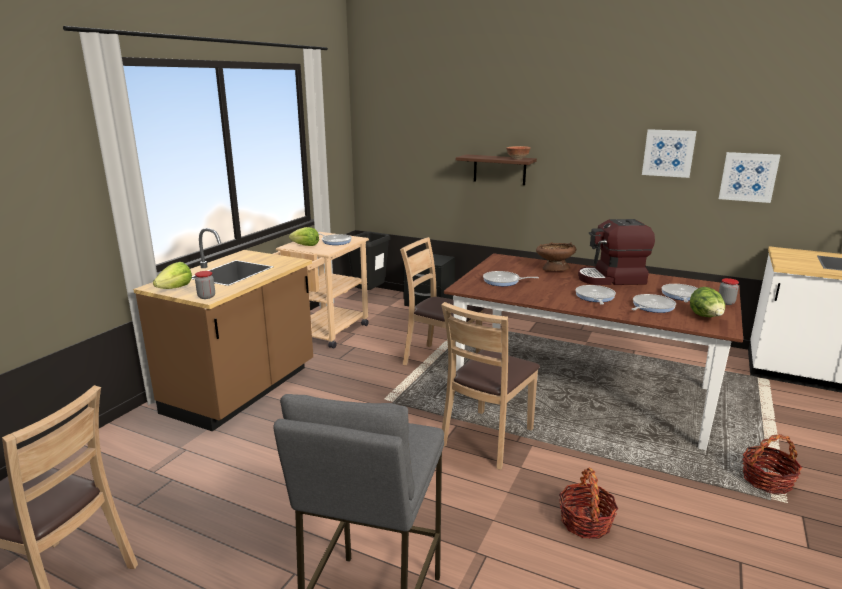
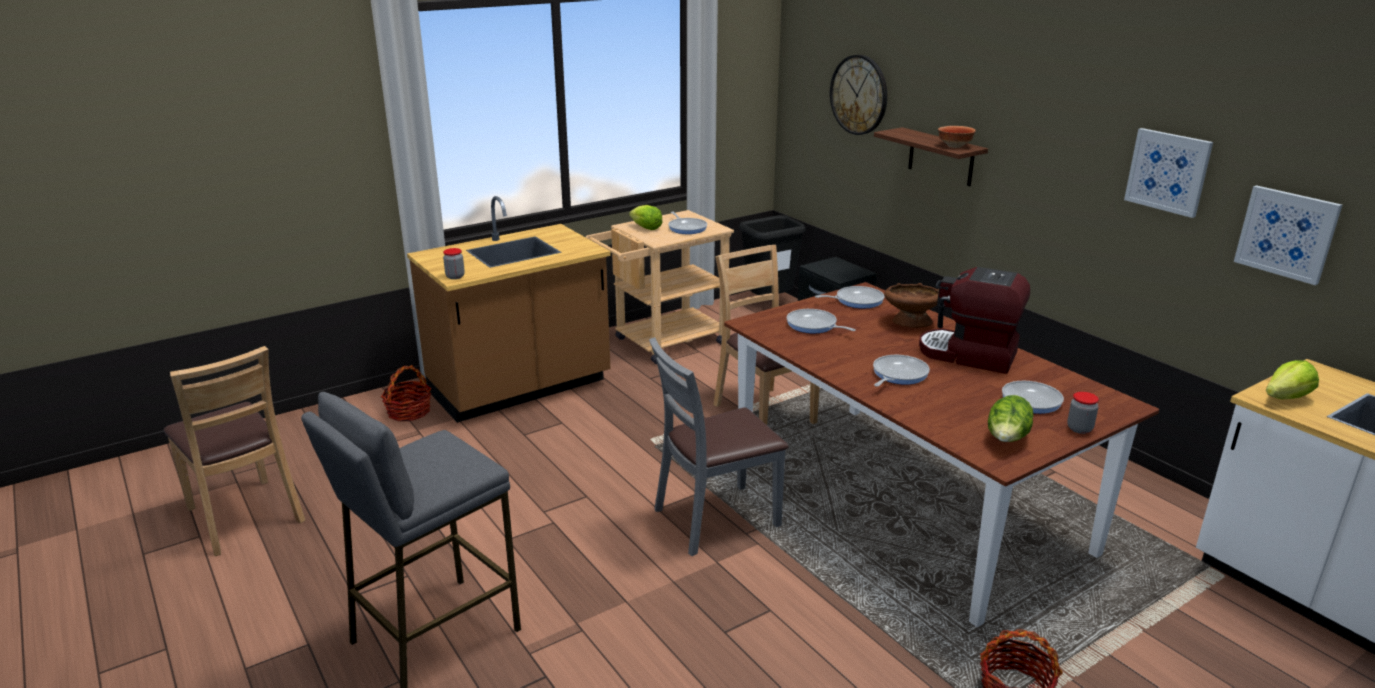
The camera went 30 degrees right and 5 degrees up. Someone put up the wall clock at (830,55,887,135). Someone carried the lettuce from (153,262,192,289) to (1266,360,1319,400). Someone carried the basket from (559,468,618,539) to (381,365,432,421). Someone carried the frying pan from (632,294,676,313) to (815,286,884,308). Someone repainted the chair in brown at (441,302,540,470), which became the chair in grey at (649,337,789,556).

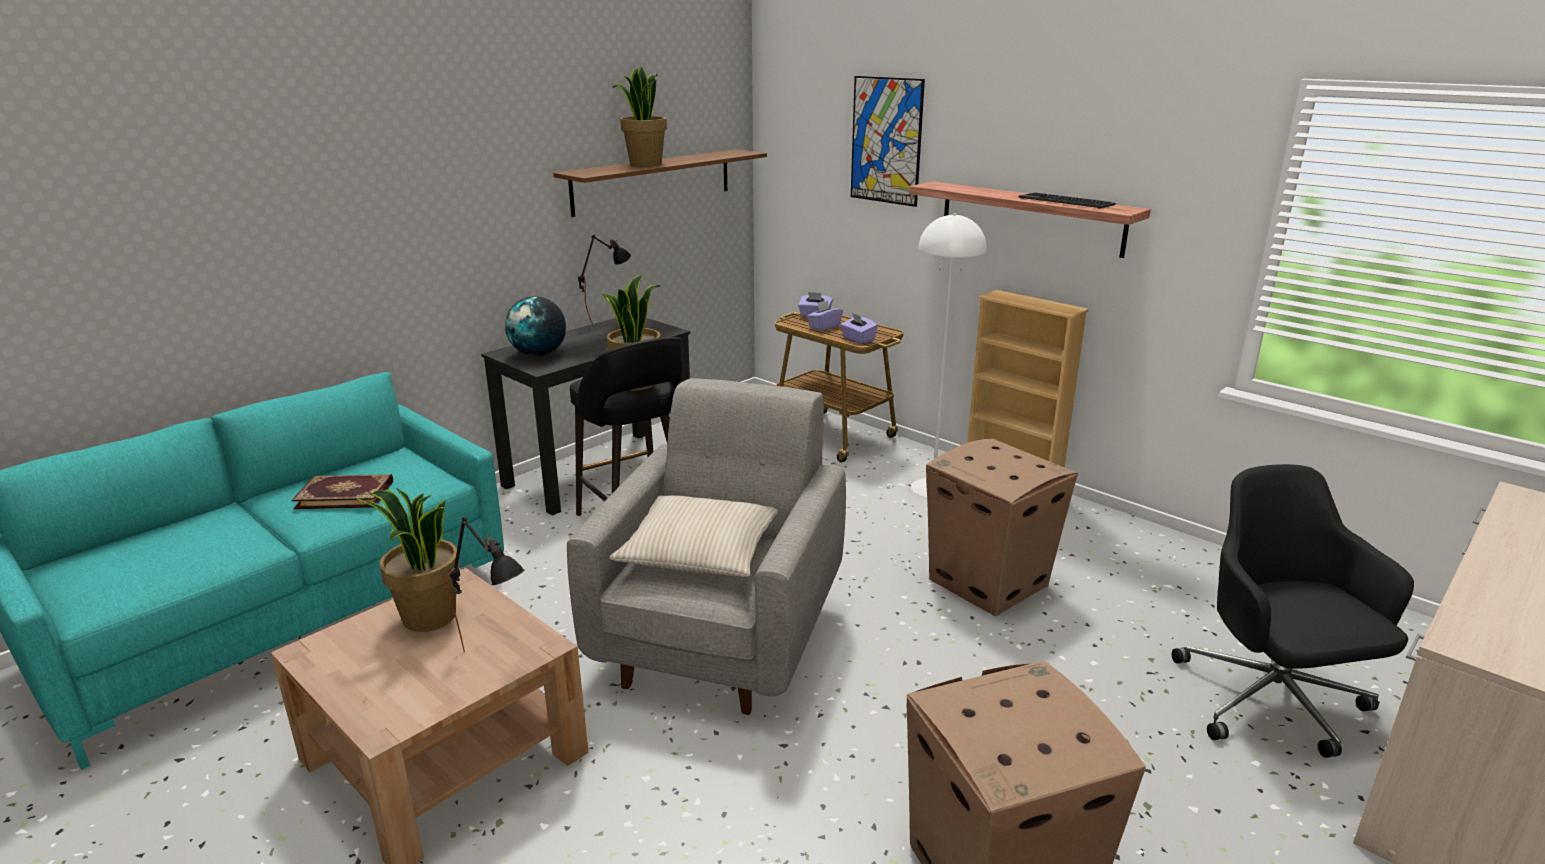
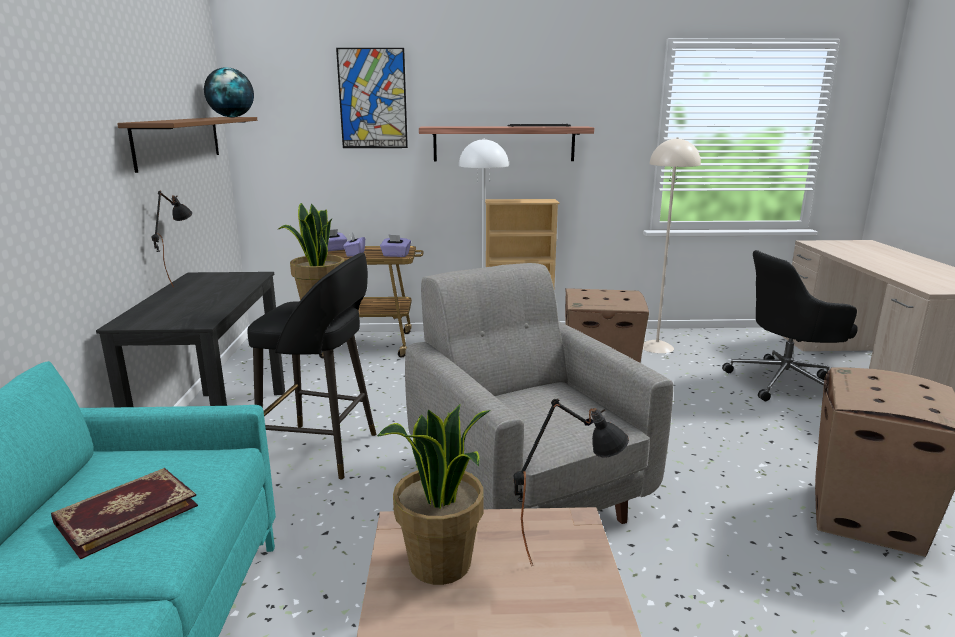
The camera went 45 degrees left and 5 degrees down. Someone took away the pillow in beige at (609,495,778,577). Someone took away the potted plant at (612,67,667,167). Someone put down the floor lamp in beige at (643,137,701,353). Someone carried the globe from (505,296,566,356) to (204,67,254,117). Someone rotated the office chair in black at (1172,464,1414,758) by 45 degrees counterclockwise.

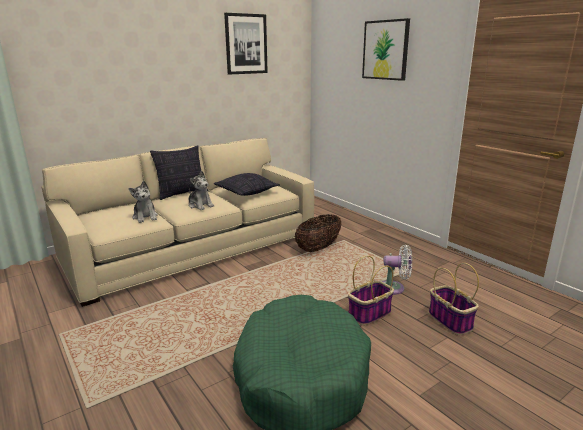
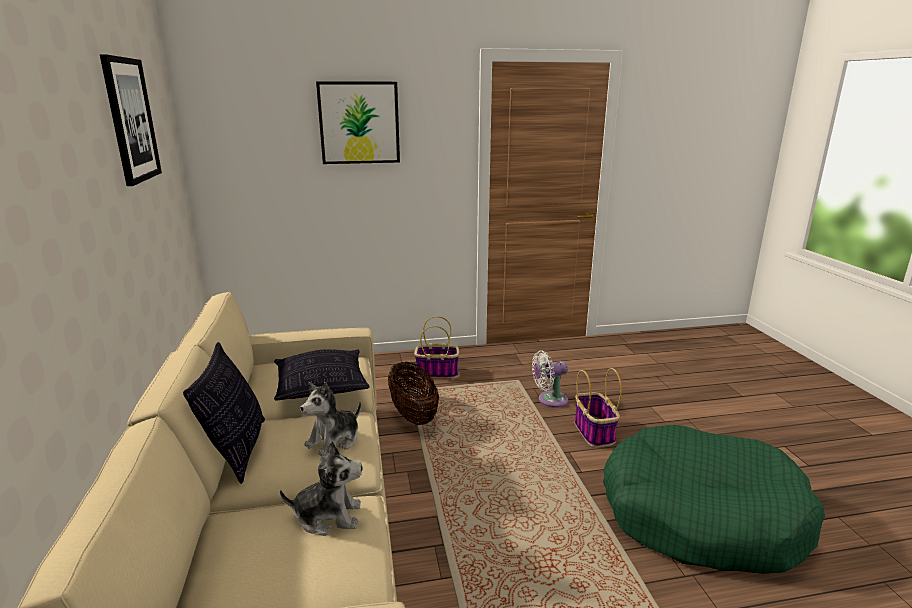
The camera went 65 degrees left and 0 degrees up. Someone carried the basket from (429,263,479,335) to (414,316,459,379). Someone rotated the plush toy at (188,171,214,210) by 150 degrees clockwise. Someone rotated the fan in white at (382,245,412,295) by 135 degrees counterclockwise.

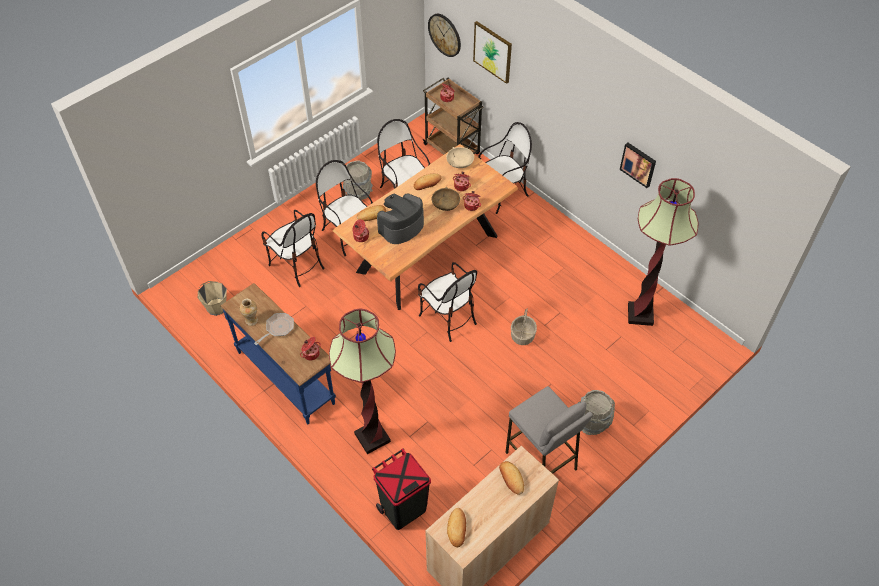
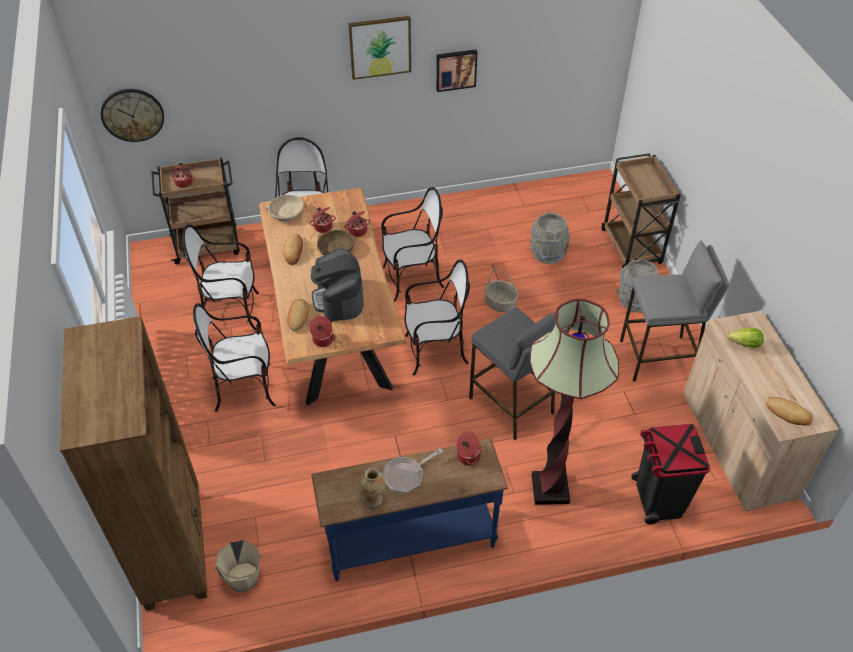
The camera went 60 degrees left and 5 degrees down. Someone took away the floor lamp at (628,178,699,326). Someone put down the bookcase in brown at (60,316,207,611). Someone put down the stool in grey at (469,308,570,440). Someone put down the cart in brown at (601,153,681,268). Someone carried the chair from (262,210,325,287) to (381,187,444,301). Someone carried the bucket in grey from (343,160,373,201) to (529,212,570,264). Someone carried the picture from (473,21,512,84) to (348,16,411,80). Someone swapped the bread at (499,461,524,495) for the lettuce at (728,328,764,348). Someone rotated the frying pan at (254,313,294,345) by 105 degrees counterclockwise.

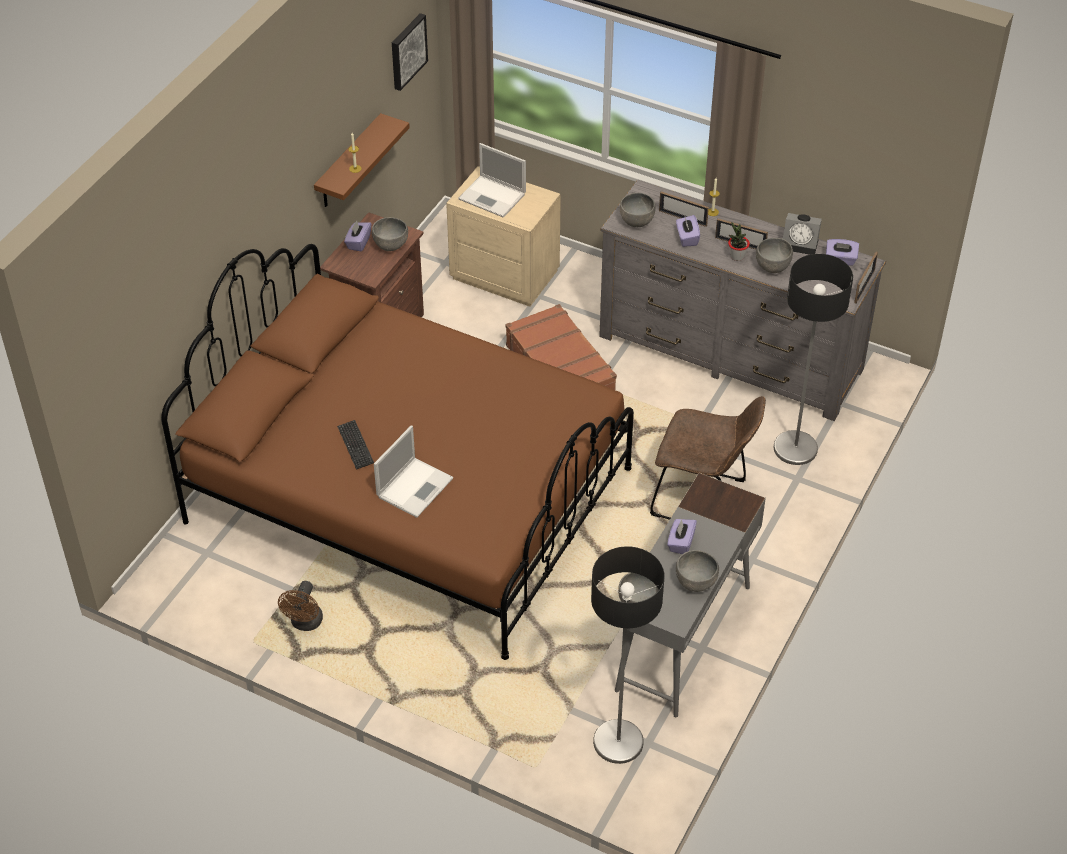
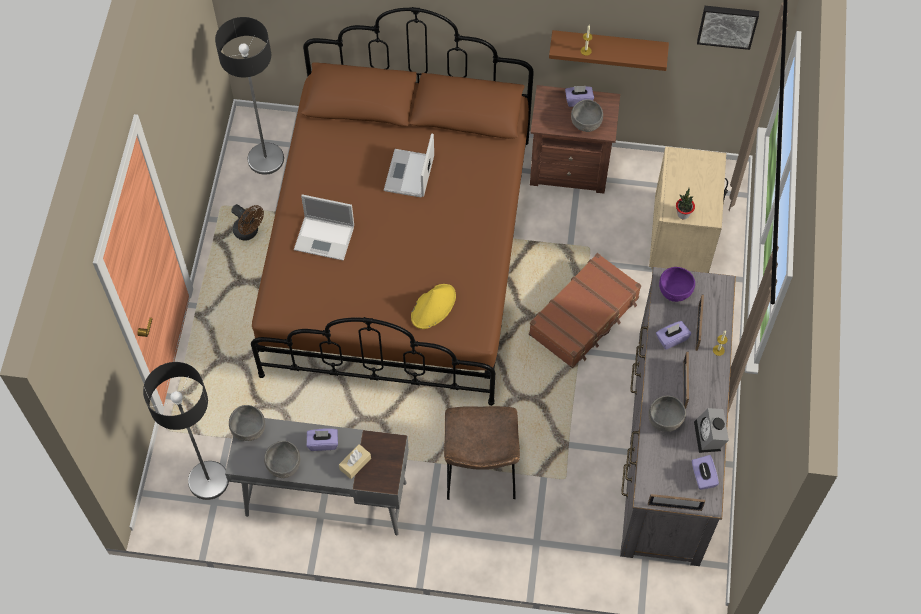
The camera went 70 degrees right and 15 degrees up. Someone took away the keyboard at (337,420,374,470). Someone put down the tissue box in beige at (339,444,371,479). Someone put down the hat in yellow at (411,284,456,329). Someone carried the laptop from (458,143,526,218) to (384,133,434,198). Someone carried the potted plant from (728,223,750,261) to (676,188,695,219). Someone carried the floor lamp from (774,254,853,465) to (215,17,284,175). Someone repainted the bowl in grey at (620,193,656,227), which became the bowl in purple at (659,267,695,302). Someone rotated the fan in brown at (278,581,323,631) by 135 degrees counterclockwise.

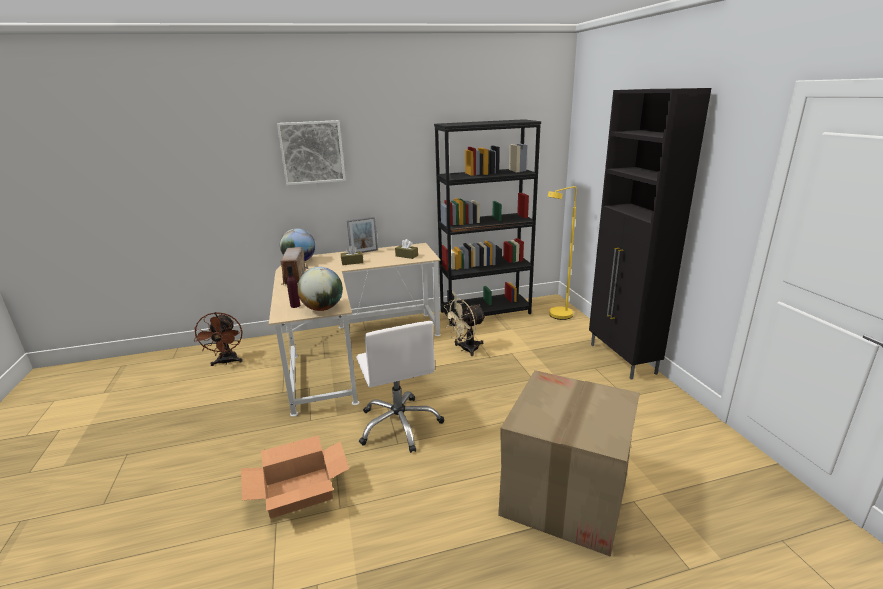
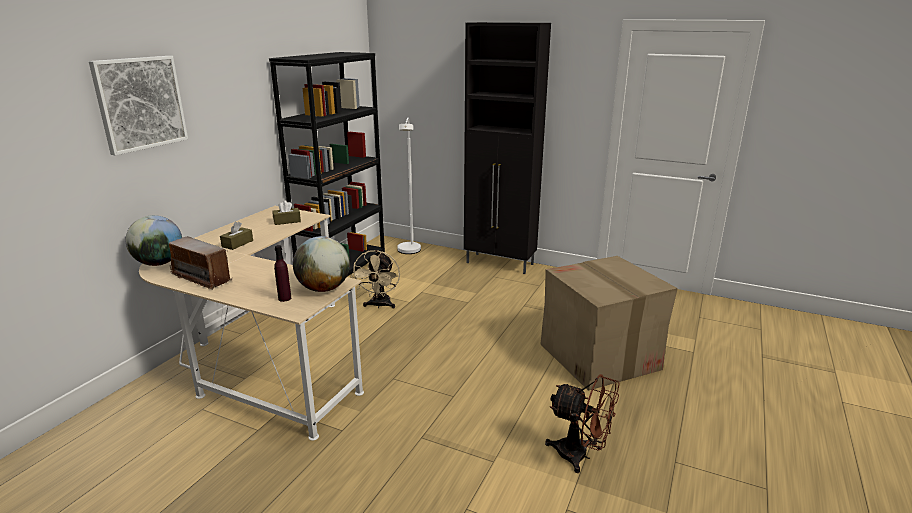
The camera went 50 degrees left and 0 degrees up. Someone took away the cardboard box at (241,436,349,518). Someone took away the picture frame at (347,217,378,253). Someone took away the office chair in white at (356,321,444,453). Someone carried the fan in brown from (194,312,243,366) to (545,374,619,473). Someone repainted the floor lamp in yellow at (548,186,577,320), which became the floor lamp in white at (397,118,421,254).

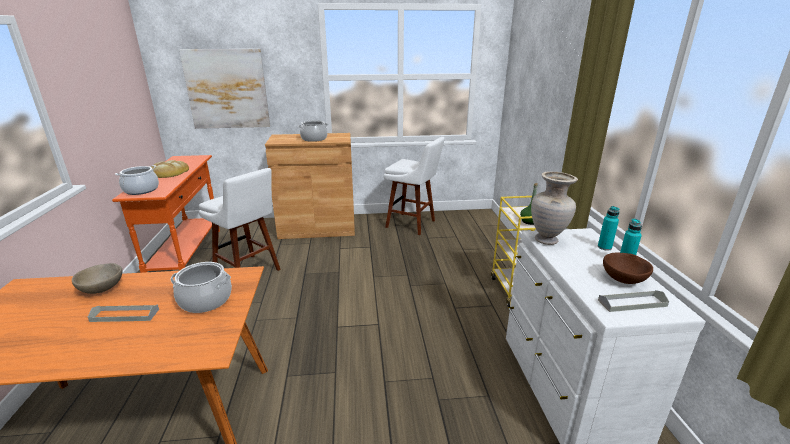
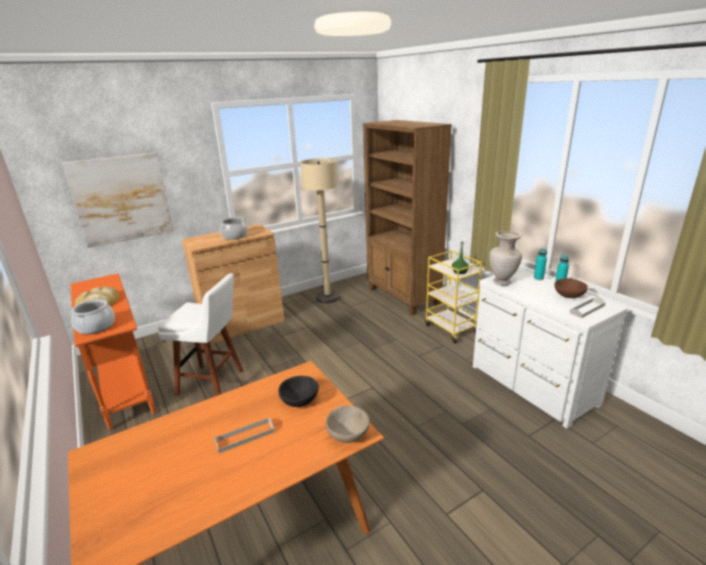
The camera went 25 degrees left and 0 degrees up. Someone put down the bookcase in brown at (363,120,452,315). Someone carried the bowl in beige from (72,263,123,294) to (326,406,370,443). Someone swapped the cooking pot at (170,262,232,313) for the bowl in black at (279,376,319,407). Someone swapped the stool in white at (384,137,445,235) for the floor lamp in beige at (300,158,340,303).

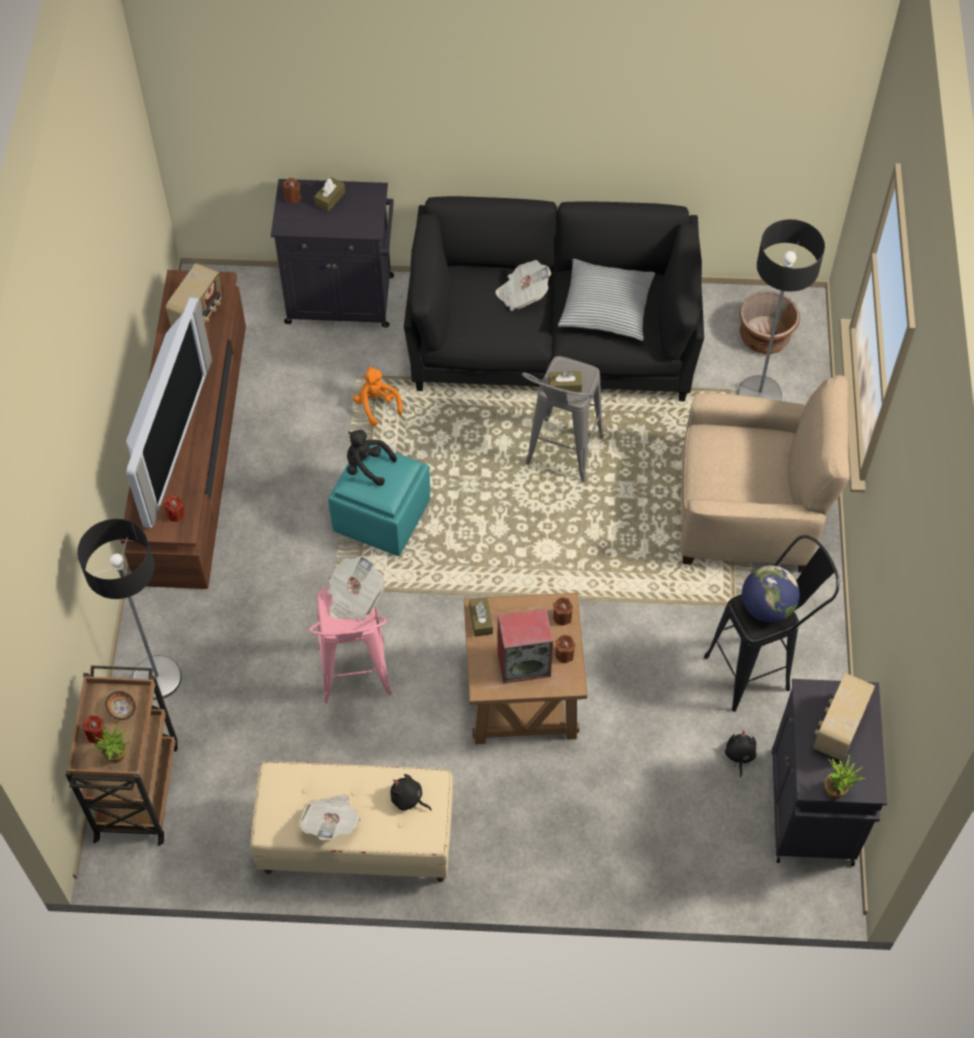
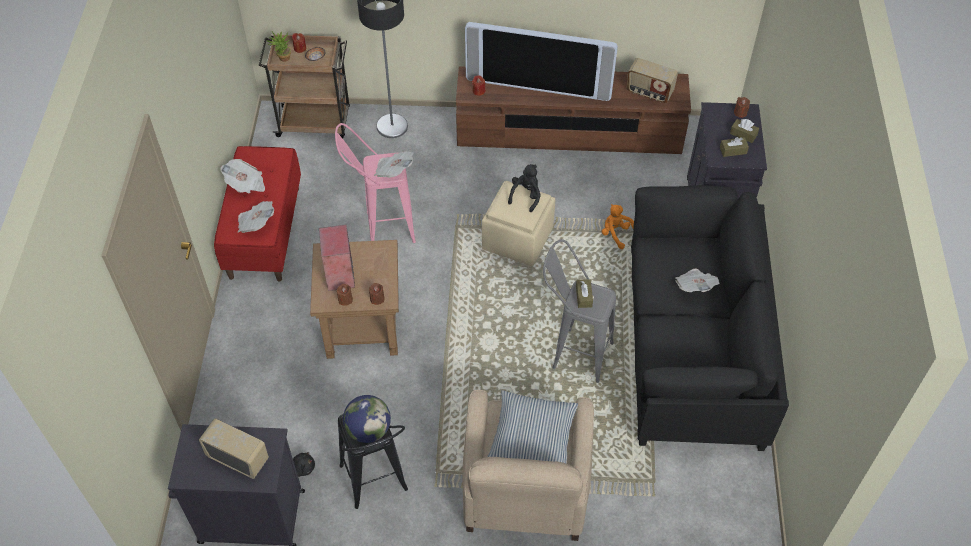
The camera went 90 degrees right and 5 degrees down. Someone took away the floor lamp at (738,219,825,401). Someone took away the planter in brown at (739,291,800,354). Someone took away the potted plant at (824,755,865,798). Someone carried the tissue box in brown from (469,597,493,637) to (720,137,749,157). Someone carried the pillow from (558,259,655,341) to (487,390,578,463). Someone swapped the plush toy in black at (390,774,432,811) for the newspaper at (238,201,274,233). Someone repainted the bench in beige at (250,762,453,882), which became the bench in red at (214,146,301,282). Someone repainted the ottoman in turquoise at (328,445,430,556), which became the ottoman in beige at (482,181,555,267). Someone rotated the plush toy in orange at (353,366,403,426) by 105 degrees counterclockwise.

